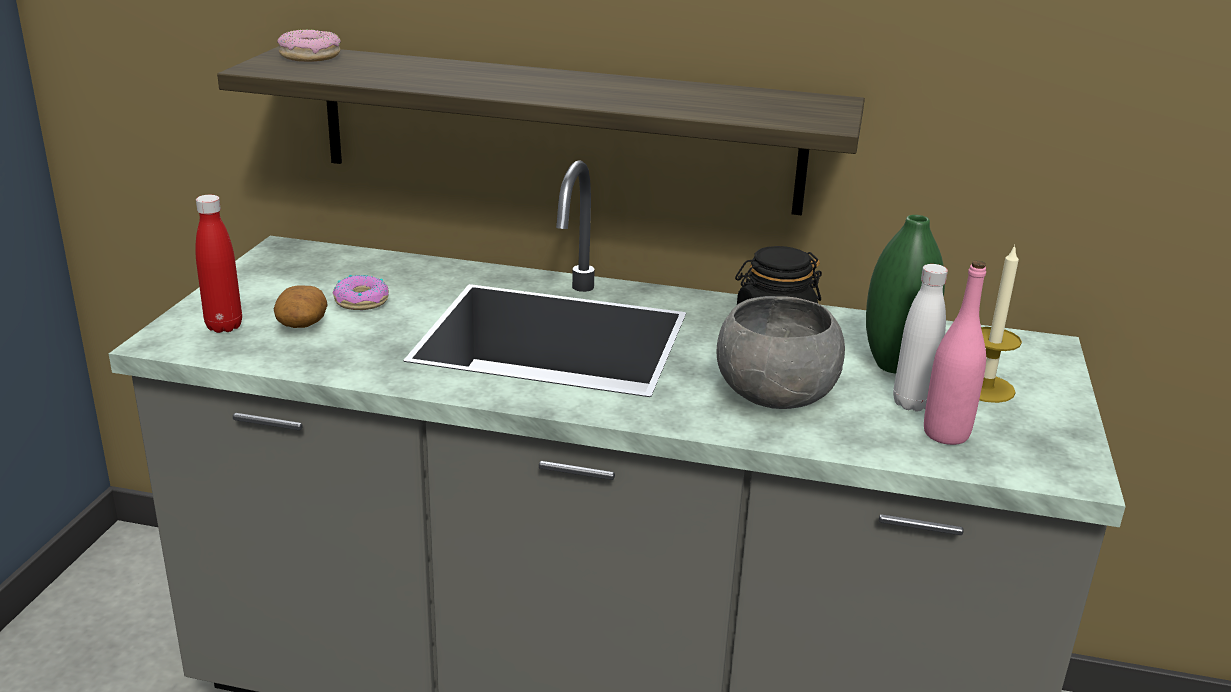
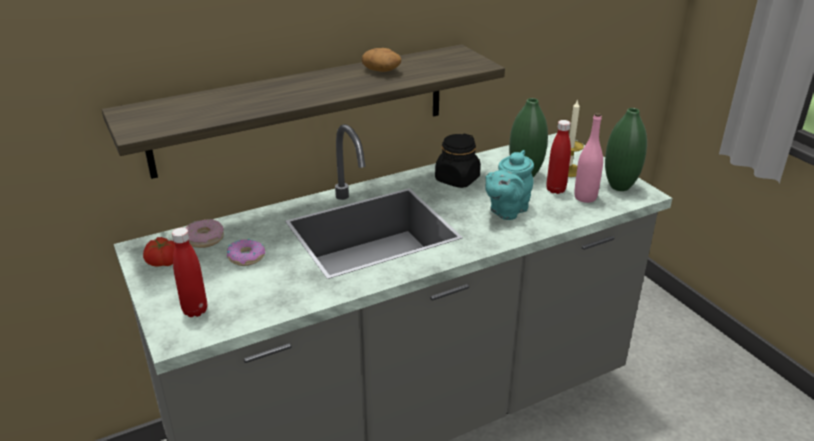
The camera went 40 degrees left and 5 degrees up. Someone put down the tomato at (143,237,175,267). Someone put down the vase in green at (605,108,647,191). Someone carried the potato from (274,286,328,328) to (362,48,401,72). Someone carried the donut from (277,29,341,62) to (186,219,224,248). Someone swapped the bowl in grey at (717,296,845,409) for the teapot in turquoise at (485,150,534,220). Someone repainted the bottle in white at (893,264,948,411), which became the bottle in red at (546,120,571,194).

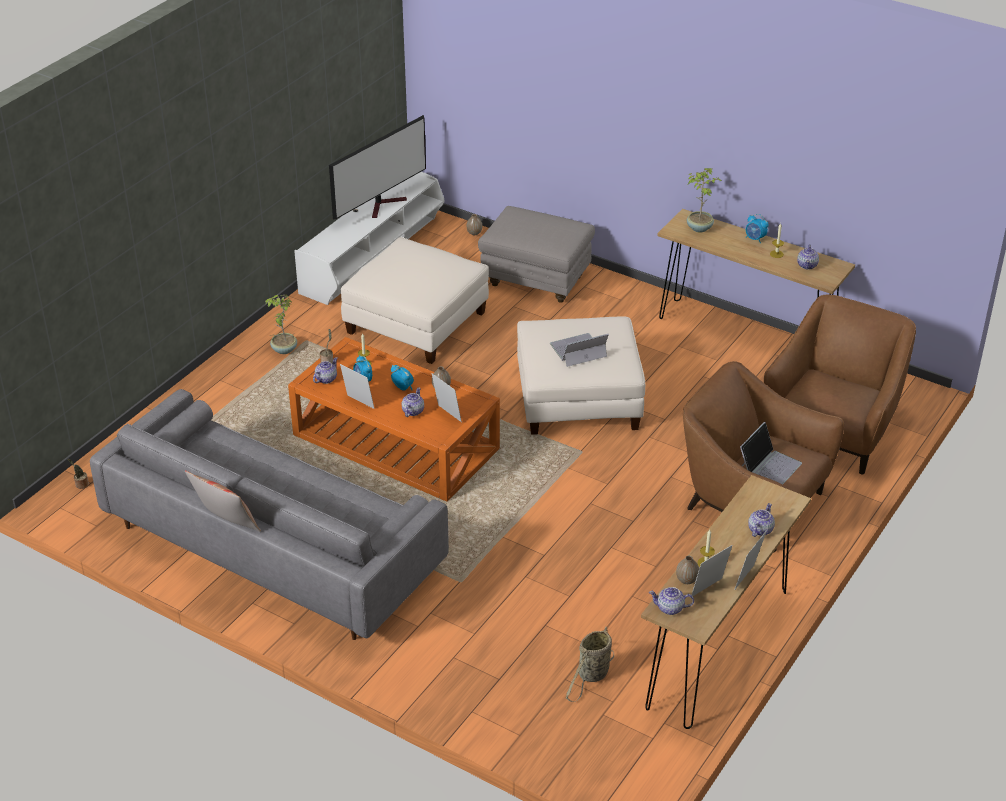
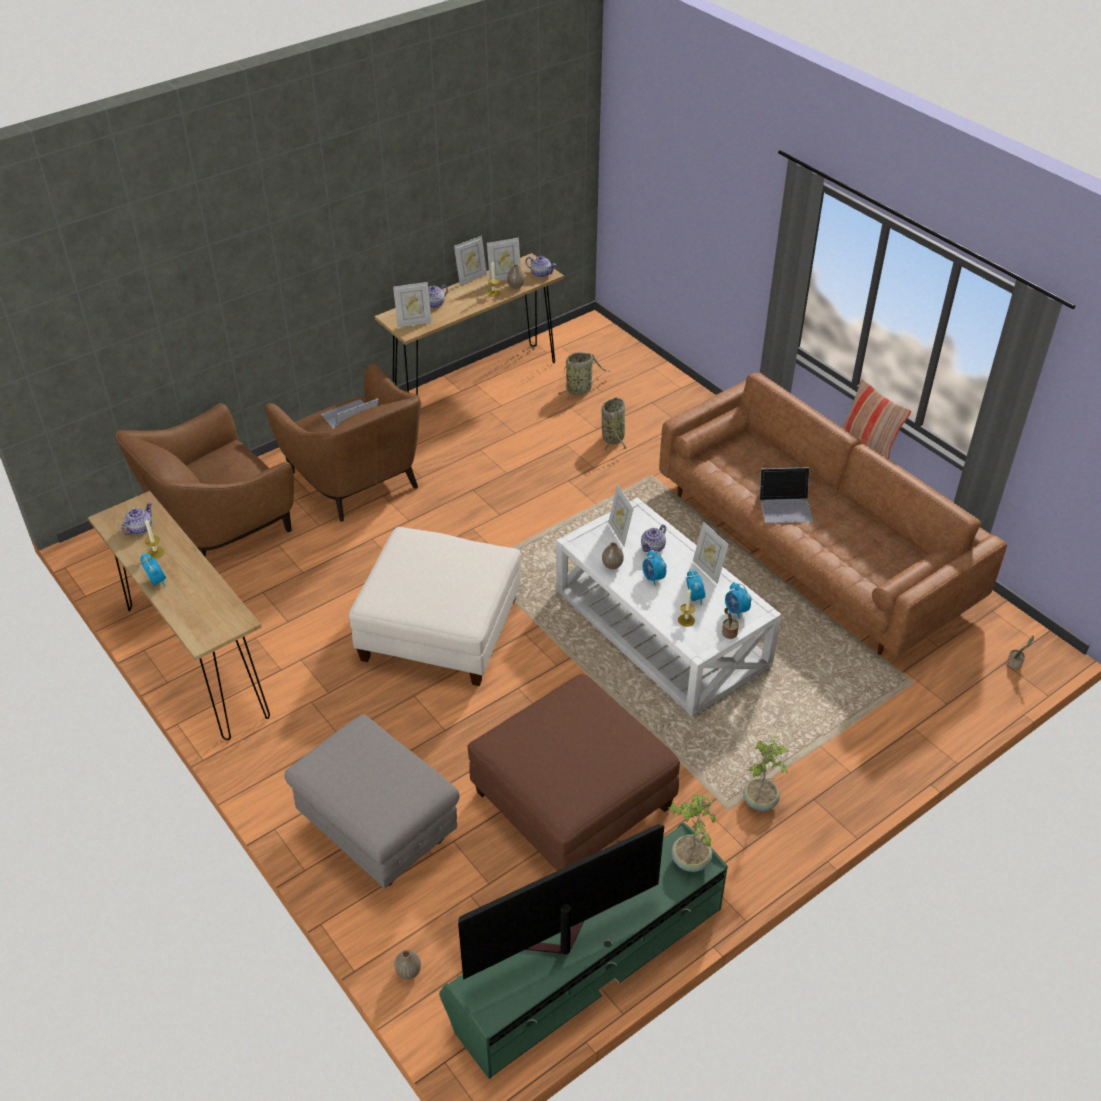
The camera went 160 degrees left and 5 degrees up. Someone put down the picture frame at (393,282,432,327). Someone put down the basket at (602,397,626,453). Someone carried the laptop from (550,333,609,367) to (758,467,814,523). Someone carried the potted plant from (687,168,721,233) to (668,795,715,872). Someone swapped the teapot at (313,357,338,384) for the alarm clock at (725,582,752,619). Someone repainted the sofa in grey at (90,389,449,640), which became the sofa in brown at (659,372,1007,656). Someone repainted the coffee table in orange at (288,337,500,502), which became the coffee table in white at (556,498,781,716). Someone repainted the tv stand in white at (294,172,444,305), which became the tv stand in green at (439,823,728,1079). Someone repainted the ottoman in white at (341,237,489,364), which became the ottoman in brown at (468,674,680,871).

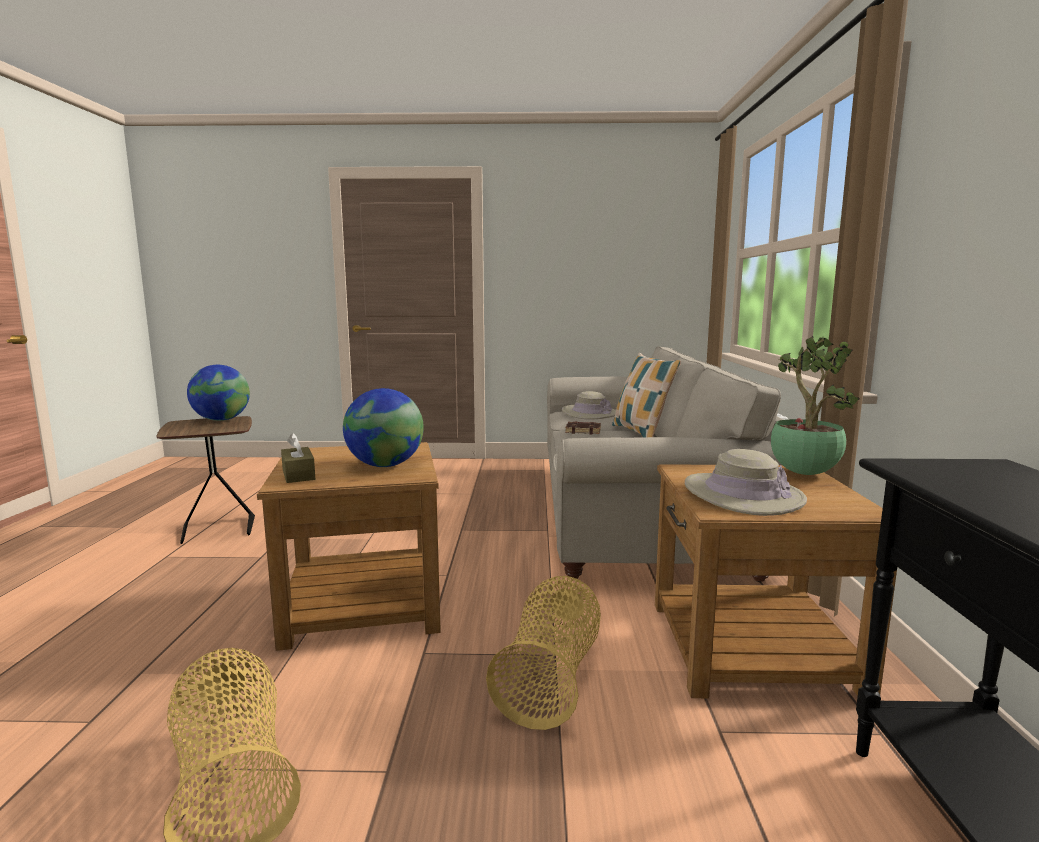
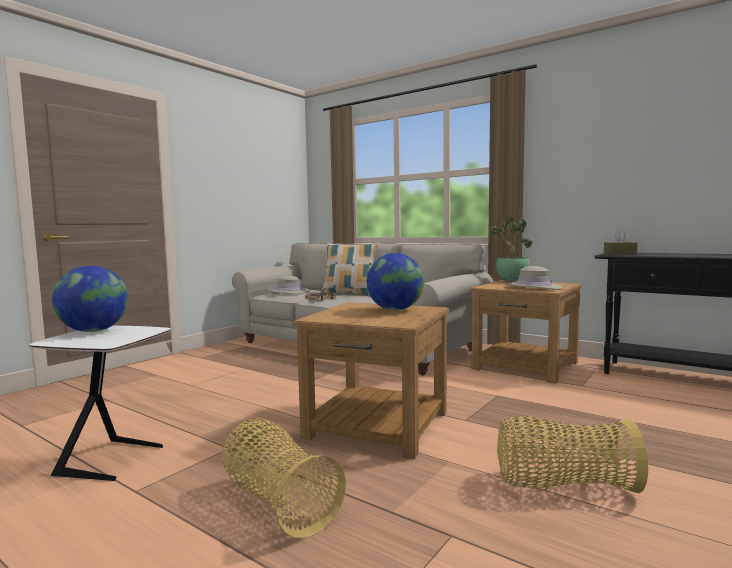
The camera went 55 degrees left and 5 degrees down. Someone carried the tissue box in brown from (281,433,315,483) to (604,231,638,255). Someone carried the basket from (486,576,601,730) to (222,418,346,538). Someone repainted the side table in brown at (156,416,255,544), which became the side table in white at (29,326,171,481).

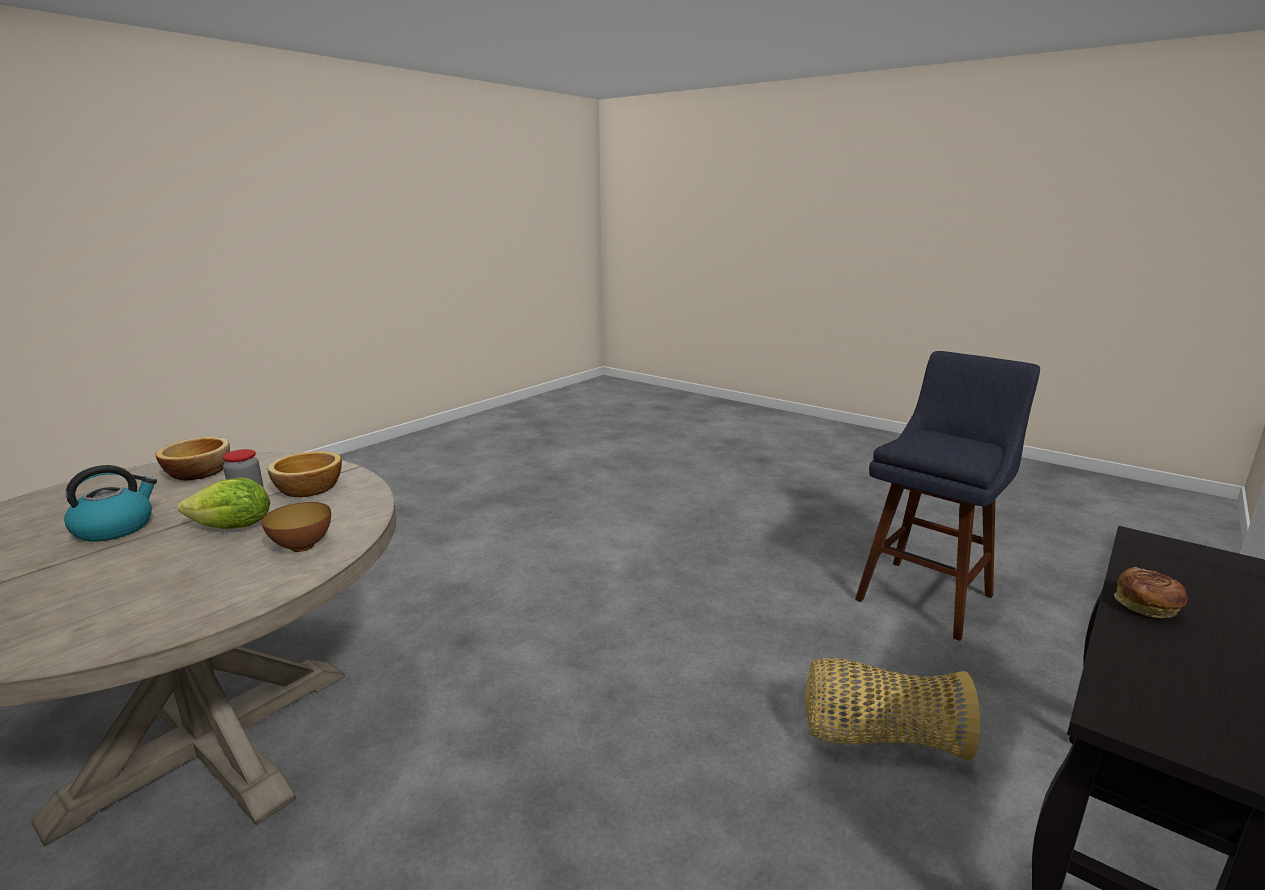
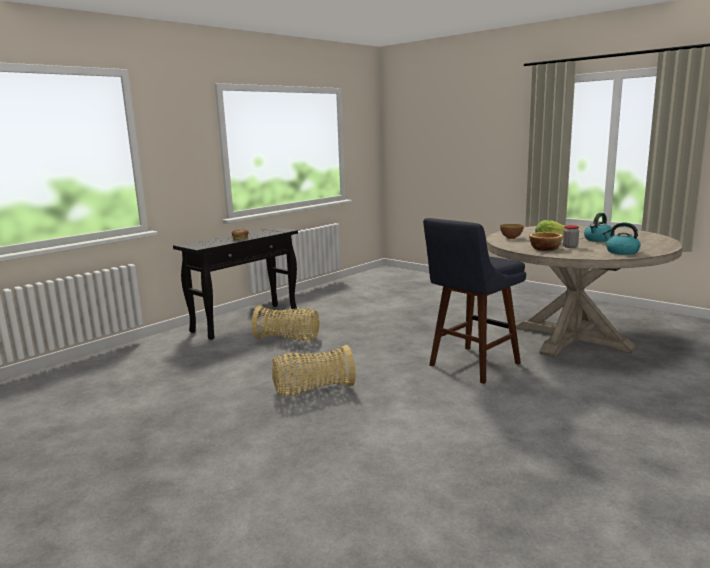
The camera went 175 degrees left and 5 degrees down. Someone put down the basket at (272,345,355,396). Someone carried the stool in blue from (855,351,1040,641) to (423,218,526,384). Someone swapped the bowl at (155,437,230,481) for the kettle at (603,222,641,255).

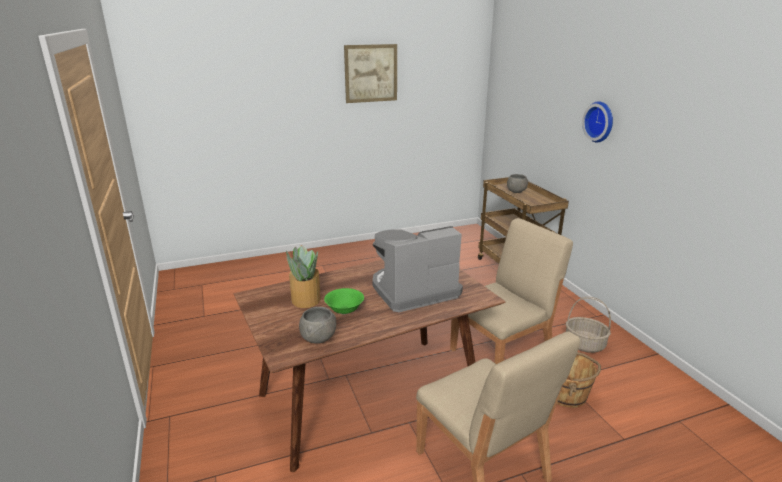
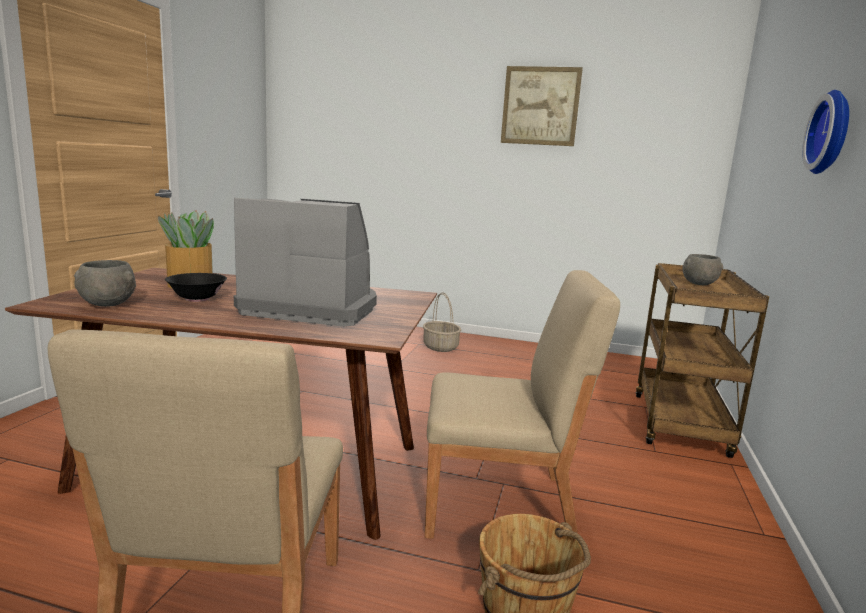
The camera went 35 degrees right and 10 degrees down. Someone carried the basket from (566,297,611,353) to (423,292,461,352). Someone repainted the bowl in green at (324,288,364,314), which became the bowl in black at (165,273,227,302).

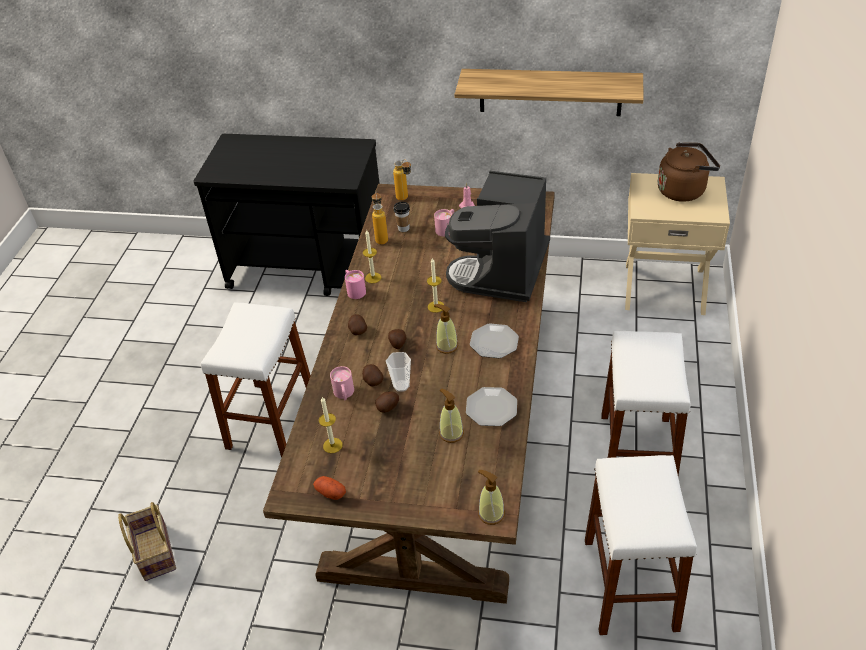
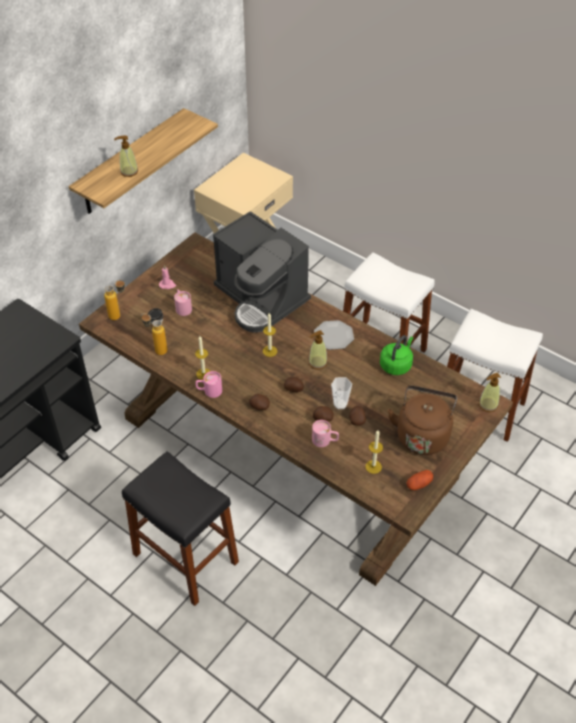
The camera went 65 degrees left and 5 degrees up. Someone took away the basket at (118,502,176,581). Someone carried the soap dispenser from (439,389,464,443) to (114,136,138,177). Someone carried the kettle in brown from (658,143,720,202) to (388,385,457,455). Someone swapped the plate at (466,387,517,426) for the kettle in green at (380,335,413,375). Someone repainted the stool in white at (201,302,311,457), which became the stool in black at (122,451,239,606).

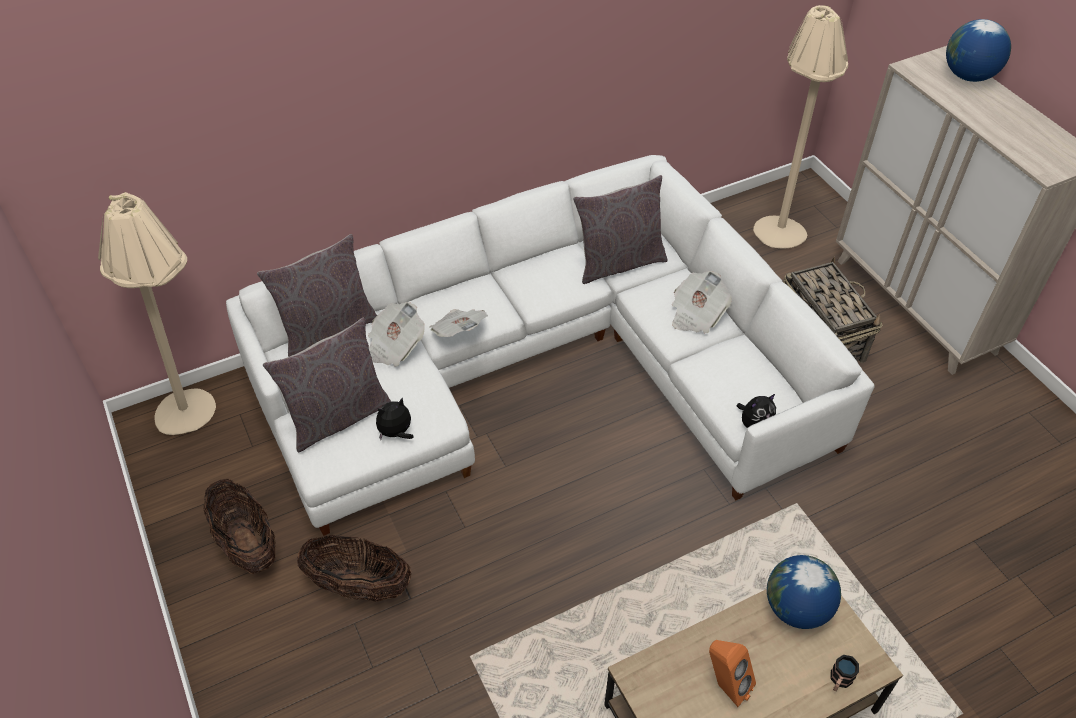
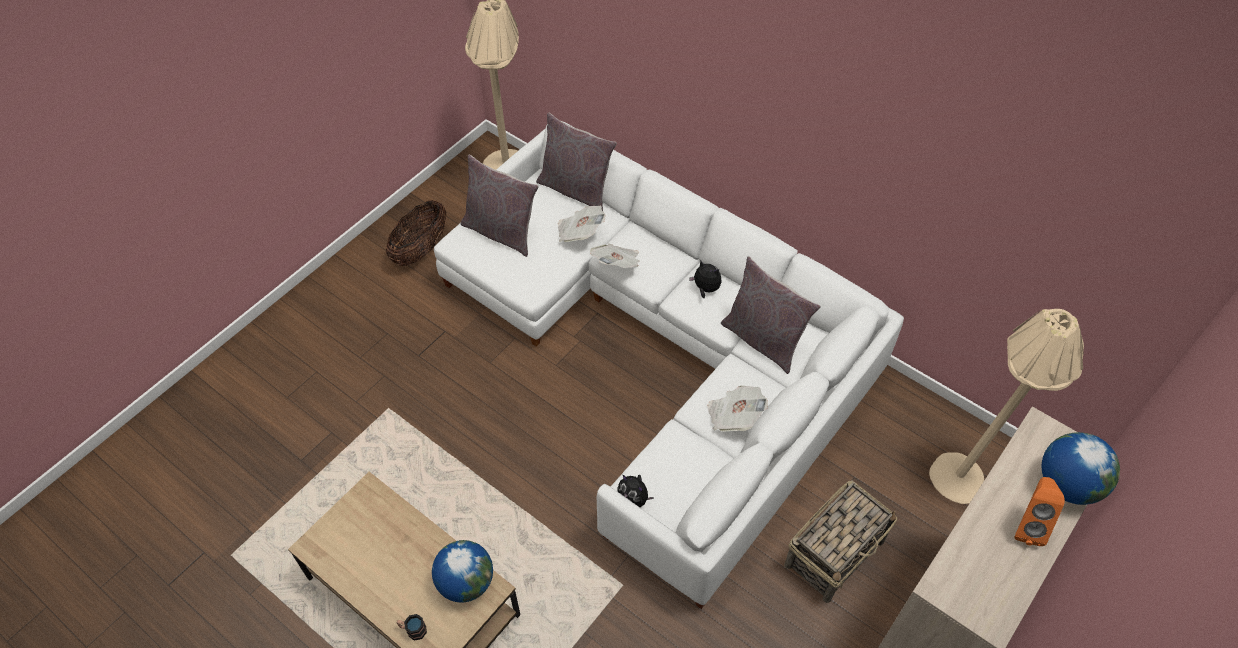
The camera went 65 degrees right and 5 degrees up. Someone took away the basket at (297,535,411,602). Someone carried the plush toy from (376,398,414,440) to (689,261,722,298). Someone carried the speaker in orange from (709,640,756,707) to (1014,477,1065,546).

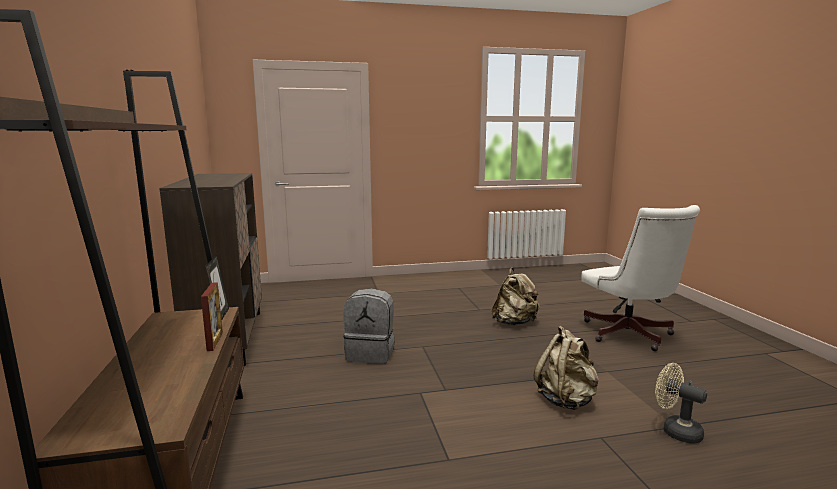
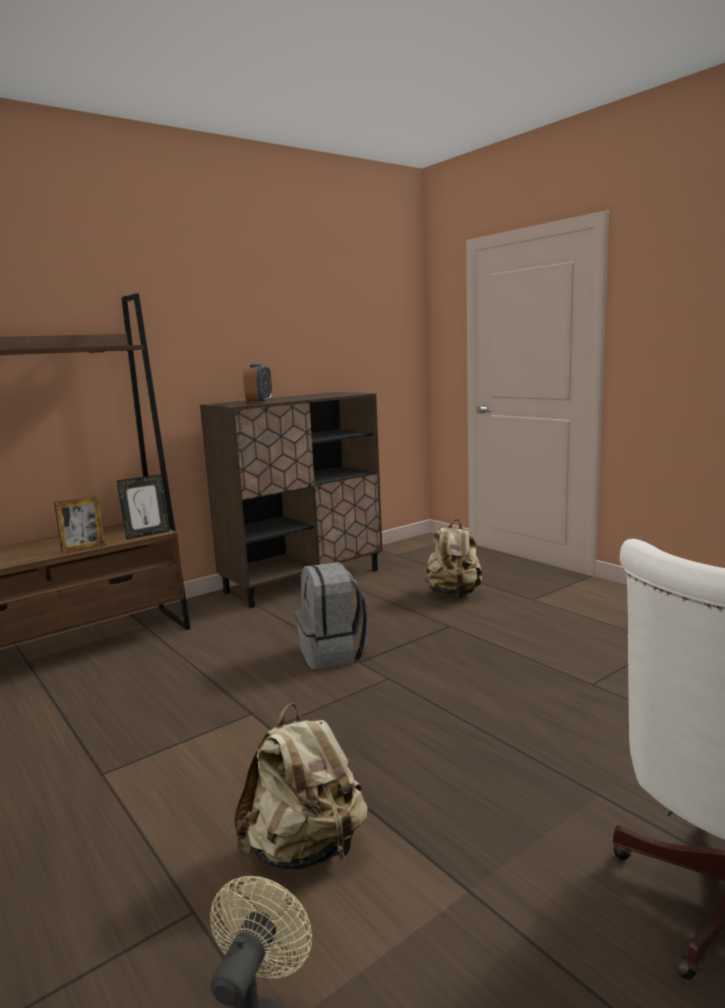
The camera went 65 degrees right and 0 degrees up. Someone put down the alarm clock at (243,364,272,404). Someone carried the backpack in beige from (492,267,540,325) to (425,519,483,598).

